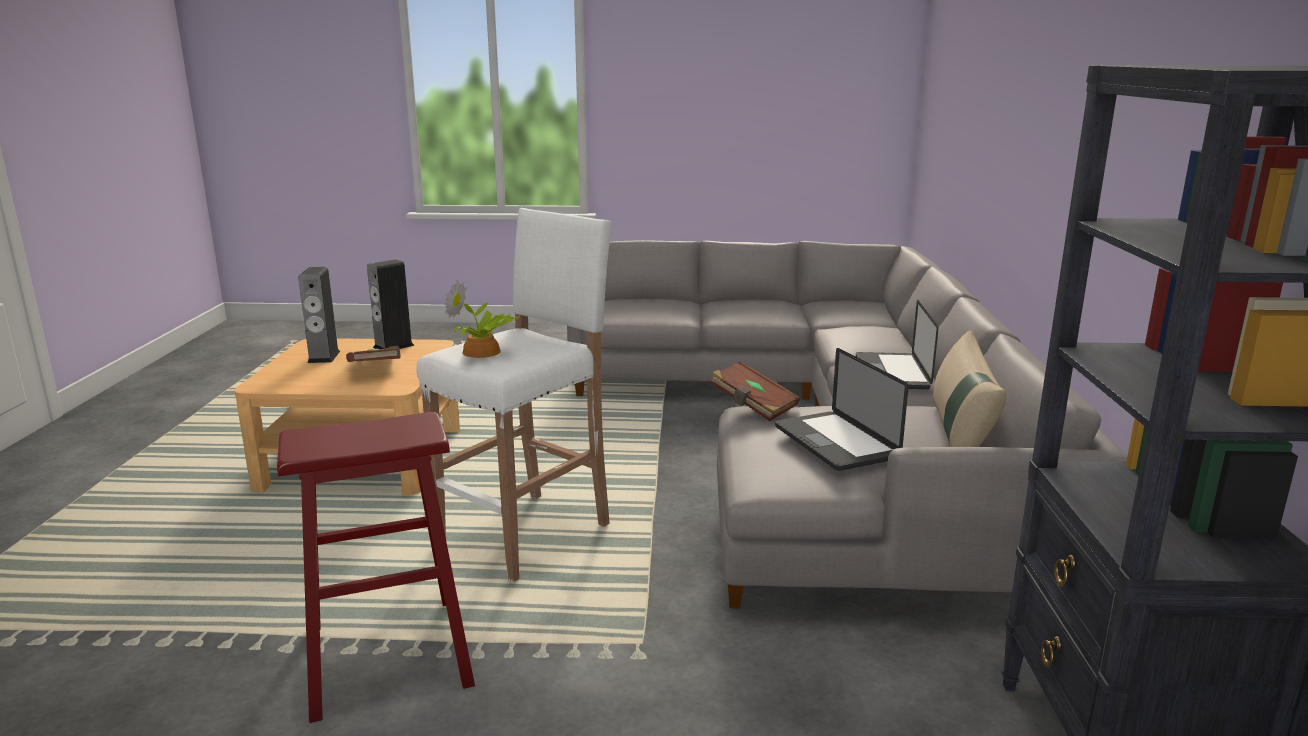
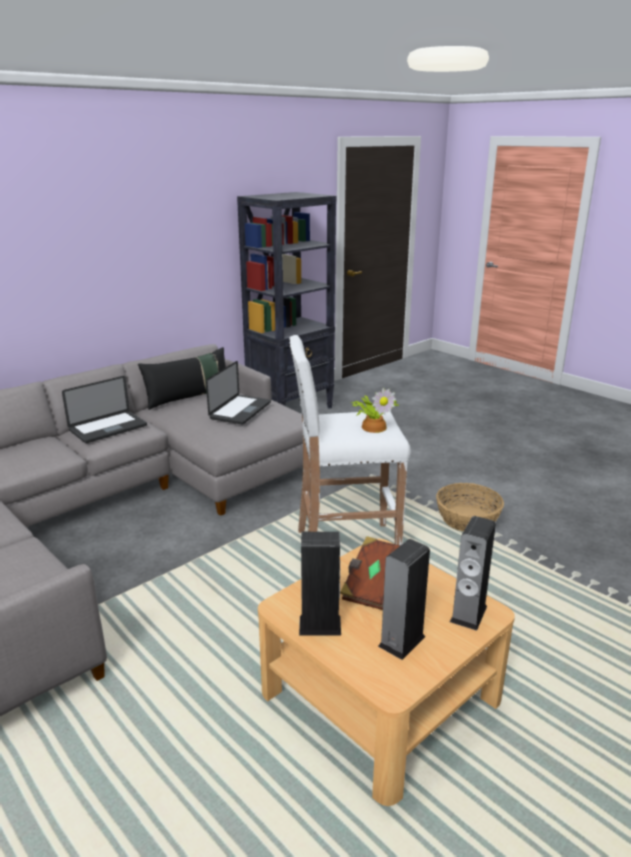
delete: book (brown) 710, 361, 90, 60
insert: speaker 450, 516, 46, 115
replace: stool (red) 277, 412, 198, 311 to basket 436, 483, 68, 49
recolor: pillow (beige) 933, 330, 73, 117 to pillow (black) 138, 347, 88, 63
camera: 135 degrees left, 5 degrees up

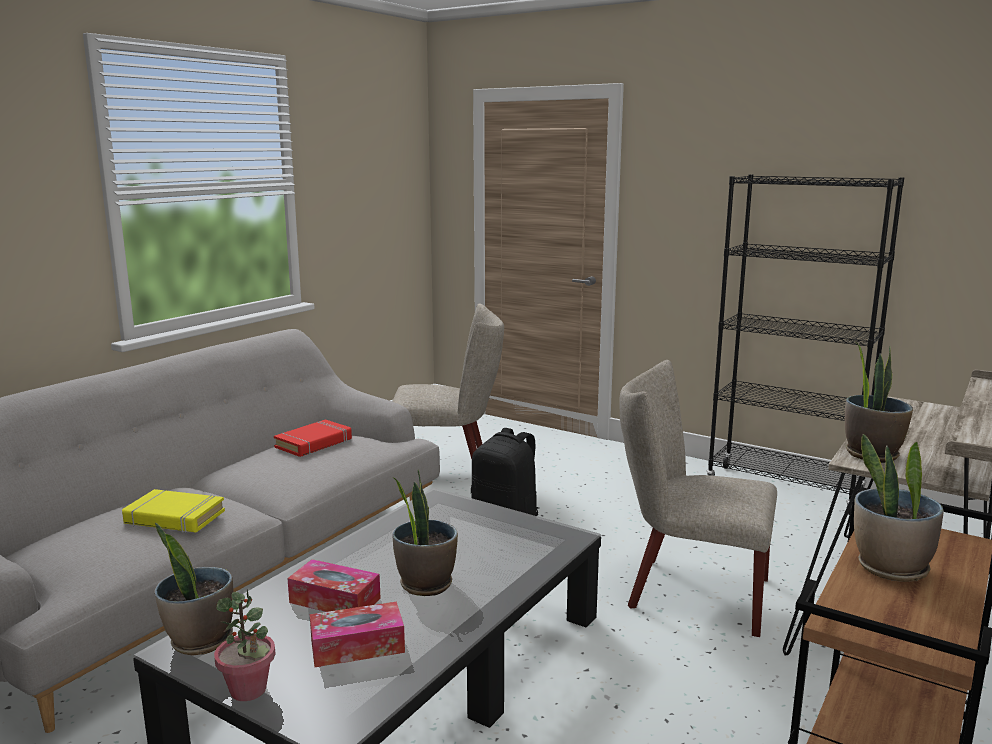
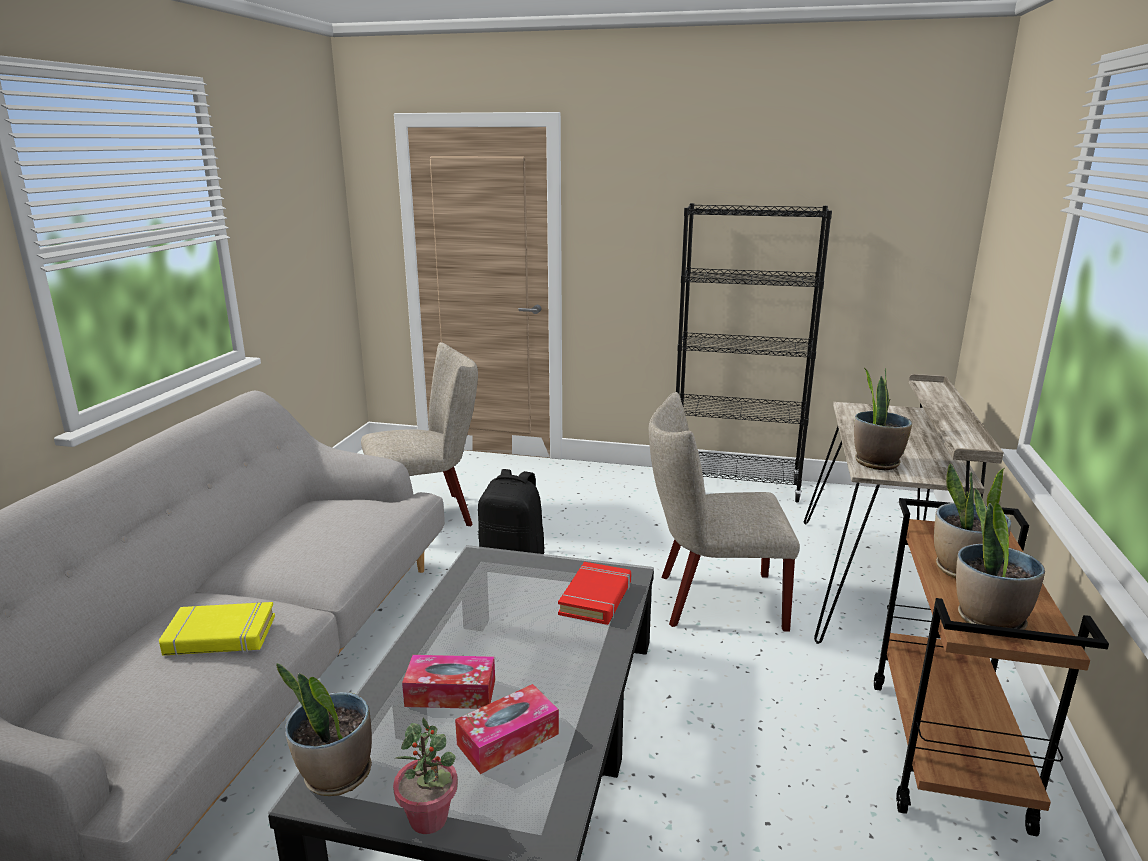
move: book (red) 274, 419, 78, 38 to 558, 562, 73, 63; potted plant 392, 469, 66, 127 to 956, 488, 89, 142
camera: 20 degrees left, 5 degrees up

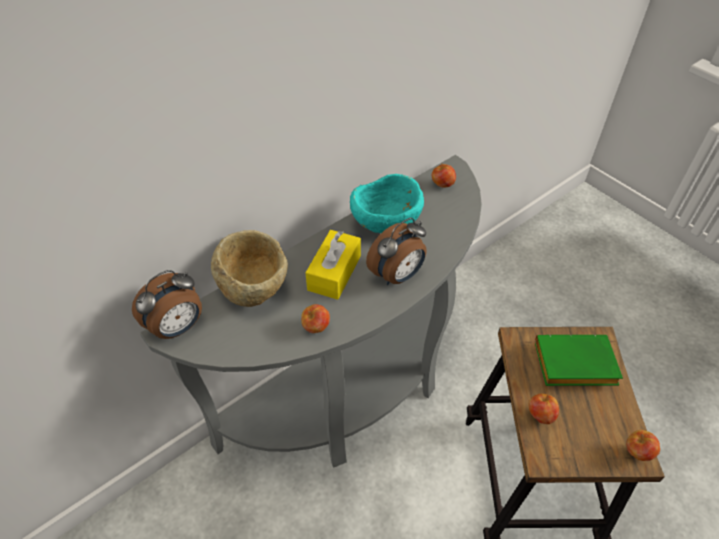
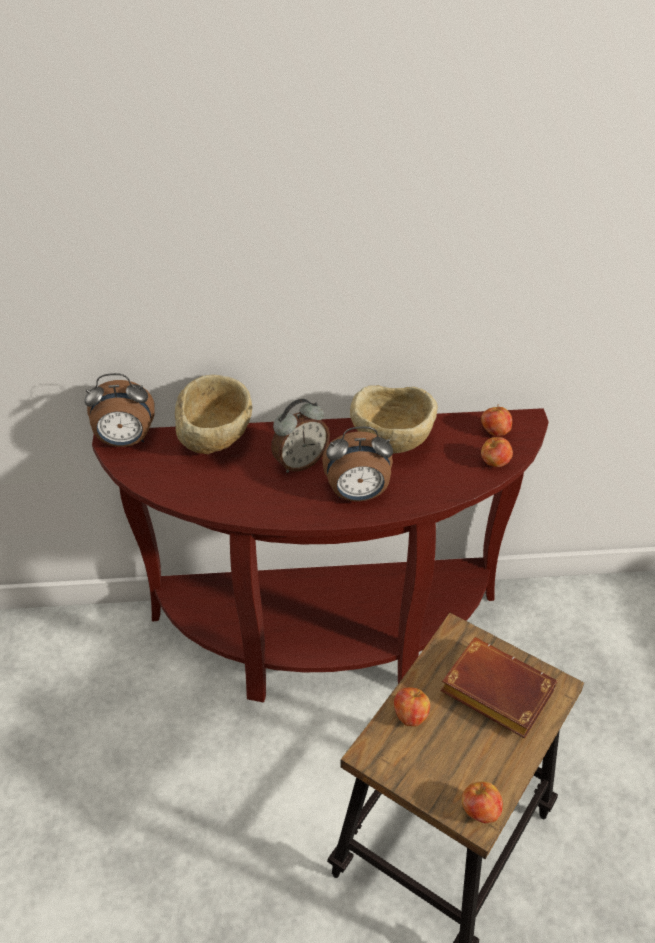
move: apple 301, 304, 29, 29 to 481, 437, 32, 30
replace: tissue box (yellow) 306, 230, 55, 70 to alarm clock 271, 399, 59, 74
recolor: console table (grey) 140, 155, 342, 313 to console table (brown) 92, 408, 457, 294; bowl (turquoise) 350, 174, 74, 59 to bowl (beige) 350, 385, 88, 68; book (green) 535, 334, 88, 52 to book (brown) 440, 637, 117, 101
camera: 35 degrees right, 5 degrees down

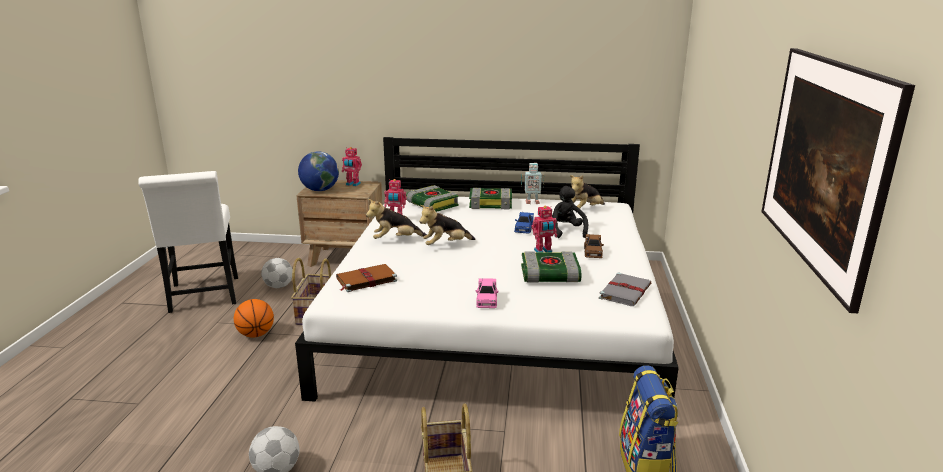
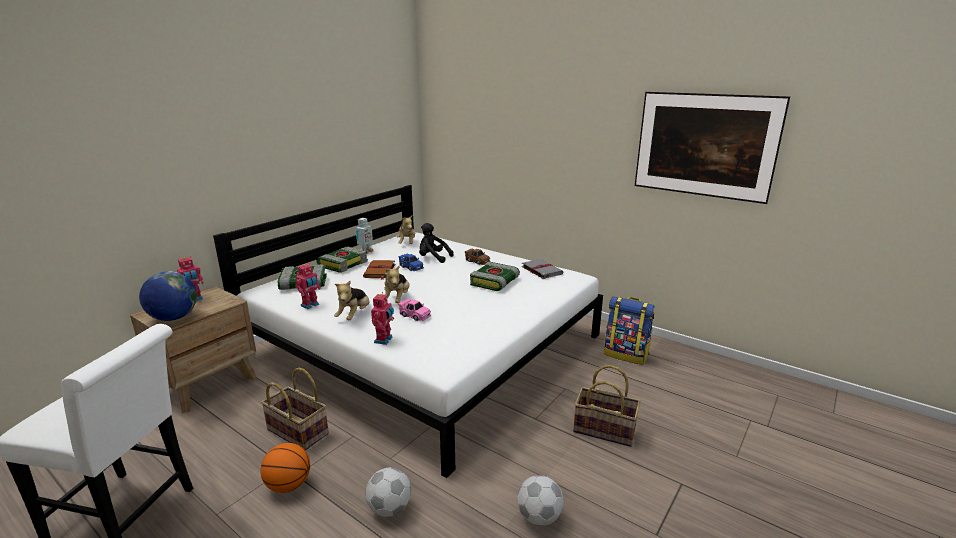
move: football 261, 258, 32, 30 to 365, 467, 46, 50; book (brown) 336, 264, 61, 28 to 363, 260, 32, 20; toy car (pink) 476, 278, 22, 30 to 398, 298, 33, 23; toy robot 532, 206, 25, 47 to 371, 292, 23, 53
camera: 60 degrees left, 0 degrees up

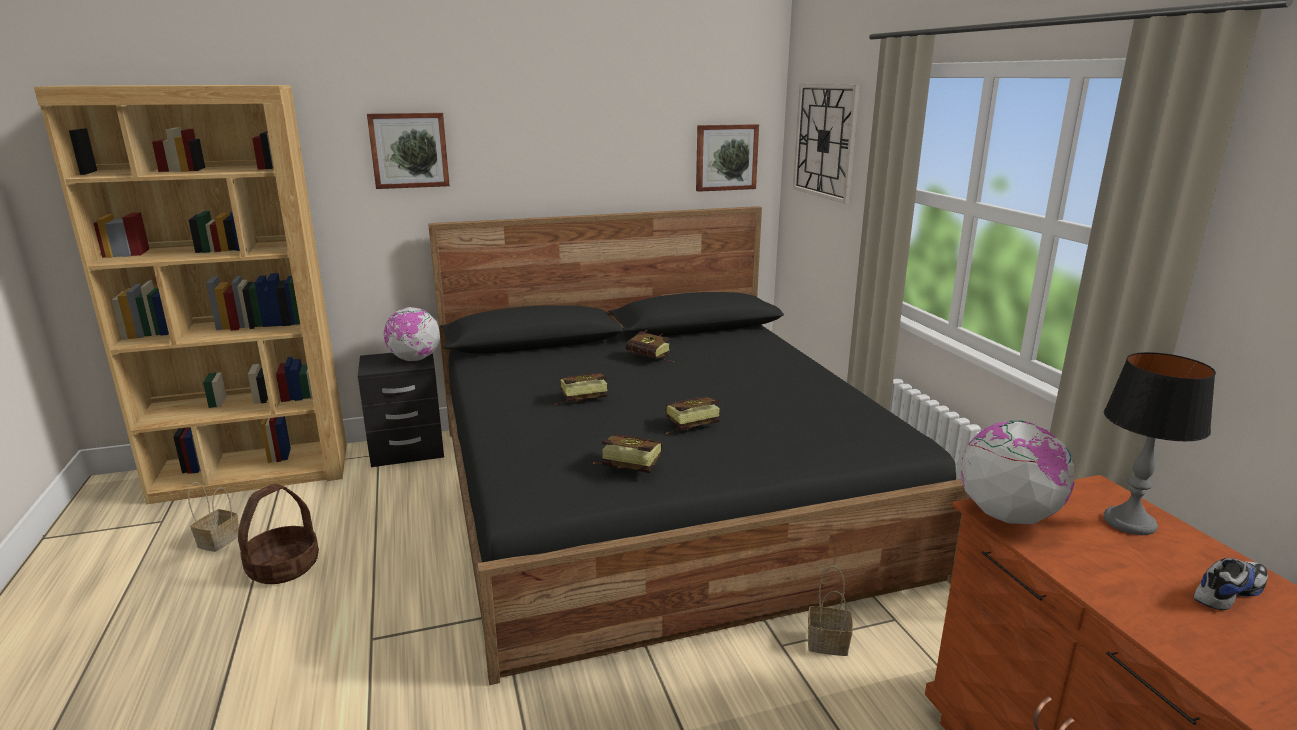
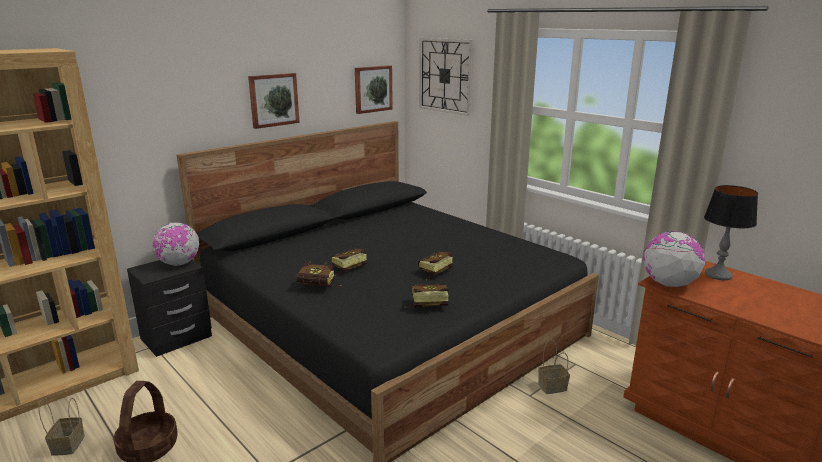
delete: shoe 1194, 558, 74, 52
move: picture 367, 113, 83, 76 to 248, 73, 52, 56; book 626, 330, 48, 32 to 296, 261, 45, 25
camera: 25 degrees left, 0 degrees up

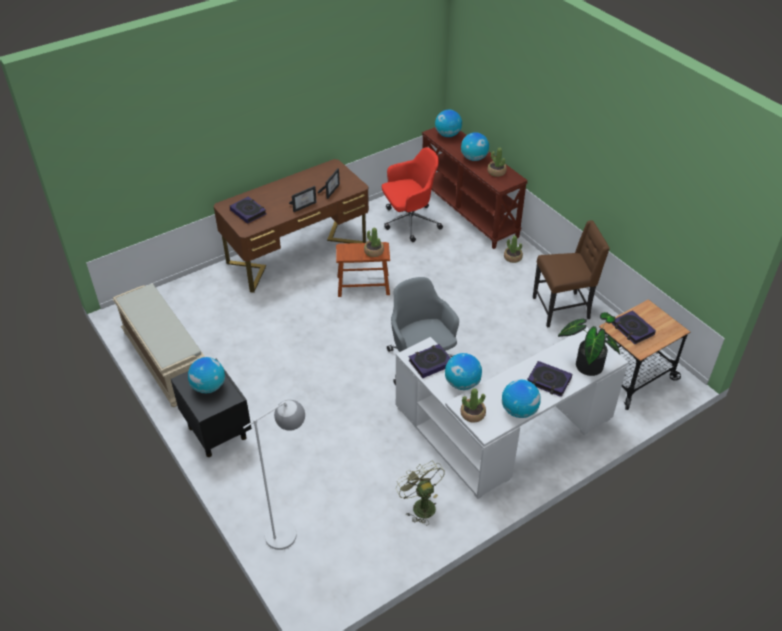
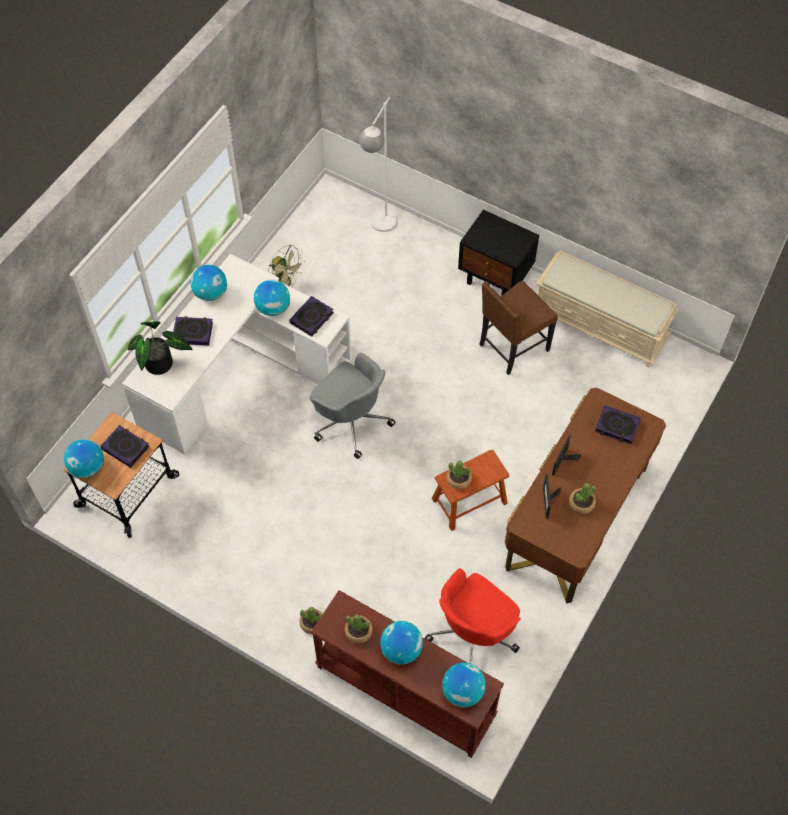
move: globe 188, 357, 37, 37 to 64, 439, 40, 39; potted plant 460, 388, 26, 35 to 569, 483, 27, 31; chair (brown) 533, 220, 77, 107 to 480, 280, 78, 95
camera: 155 degrees right, 15 degrees up

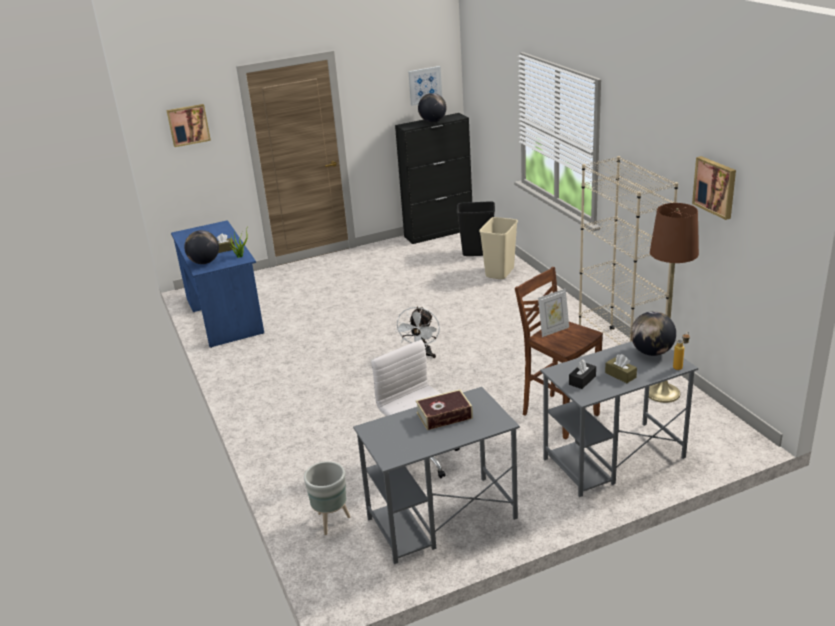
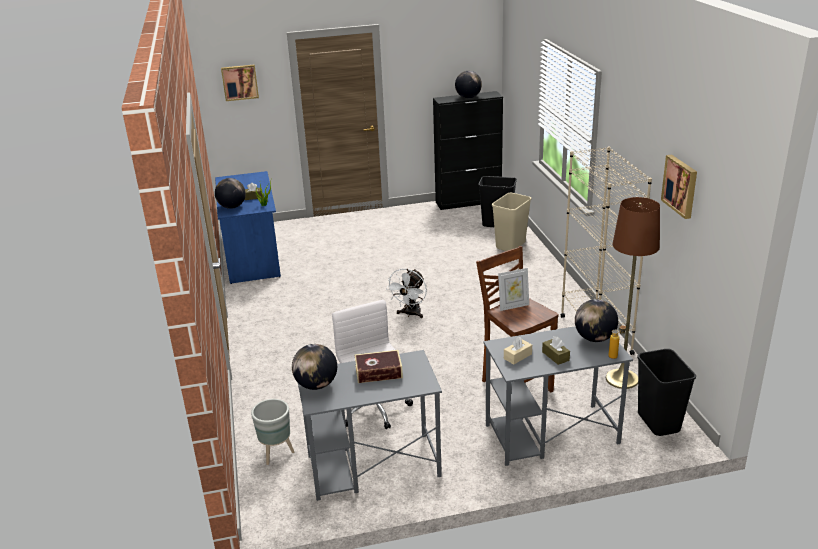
delete: picture 408, 66, 34, 40
insert: globe 292, 344, 45, 46; trash can (black) 637, 349, 59, 87
recolor: tissue box (black) 569, 359, 27, 30 to tissue box (beige) 504, 337, 28, 27
camera: 10 degrees right, 0 degrees up

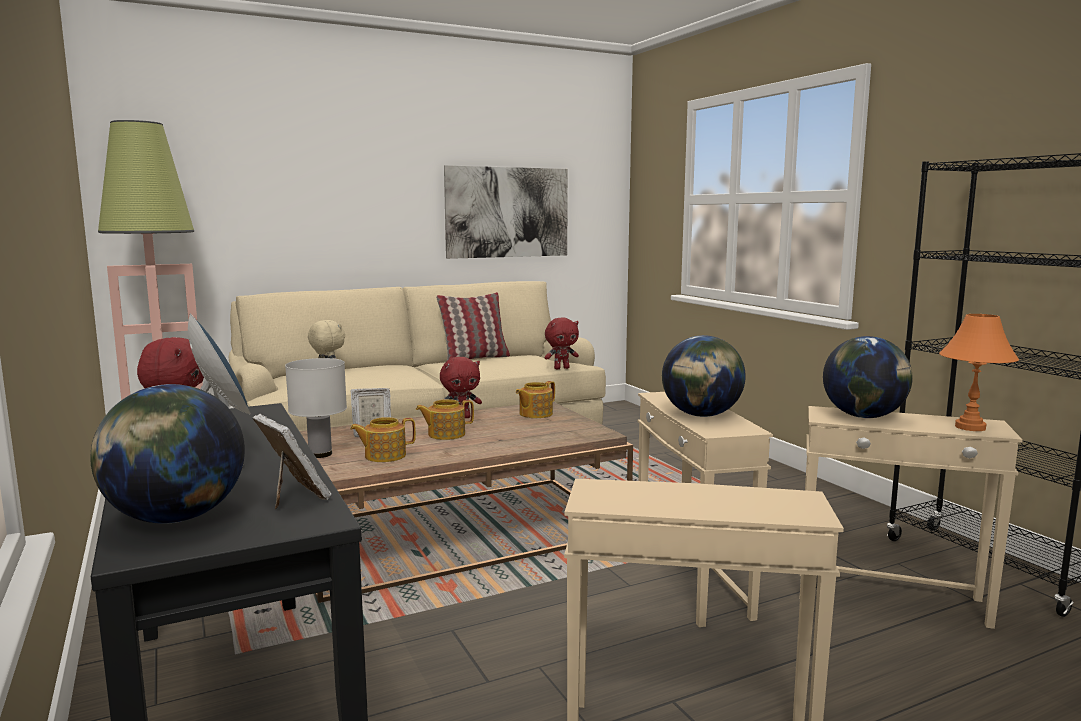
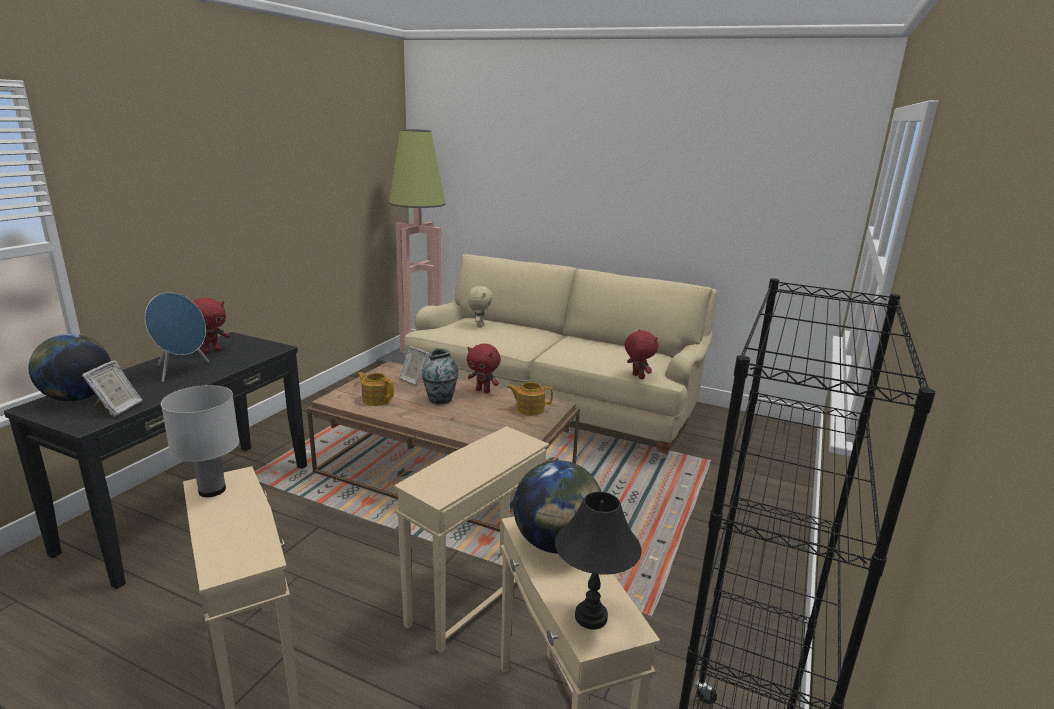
delete: pillow 436, 292, 74, 69; picture 444, 165, 124, 94; globe 662, 335, 84, 82
move: table lamp (white) 285, 358, 62, 100 to 161, 385, 78, 112
replace: teapot 416, 399, 58, 41 to vase 422, 348, 37, 57
recolor: table lamp (orange) 939, 314, 80, 117 to table lamp (black) 555, 492, 86, 137
rotate: plush toy (red) 544, 318, 35, 51 = 624, 329, 34, 50 150 degrees counterclockwise
camera: 50 degrees right, 10 degrees up

